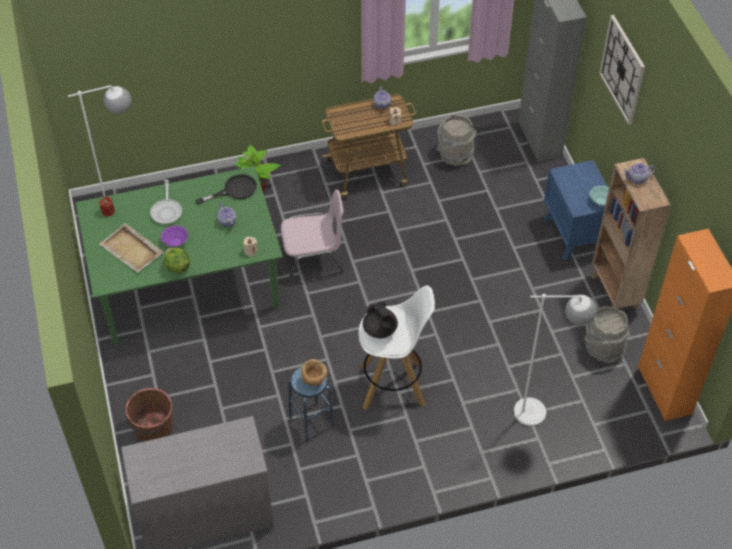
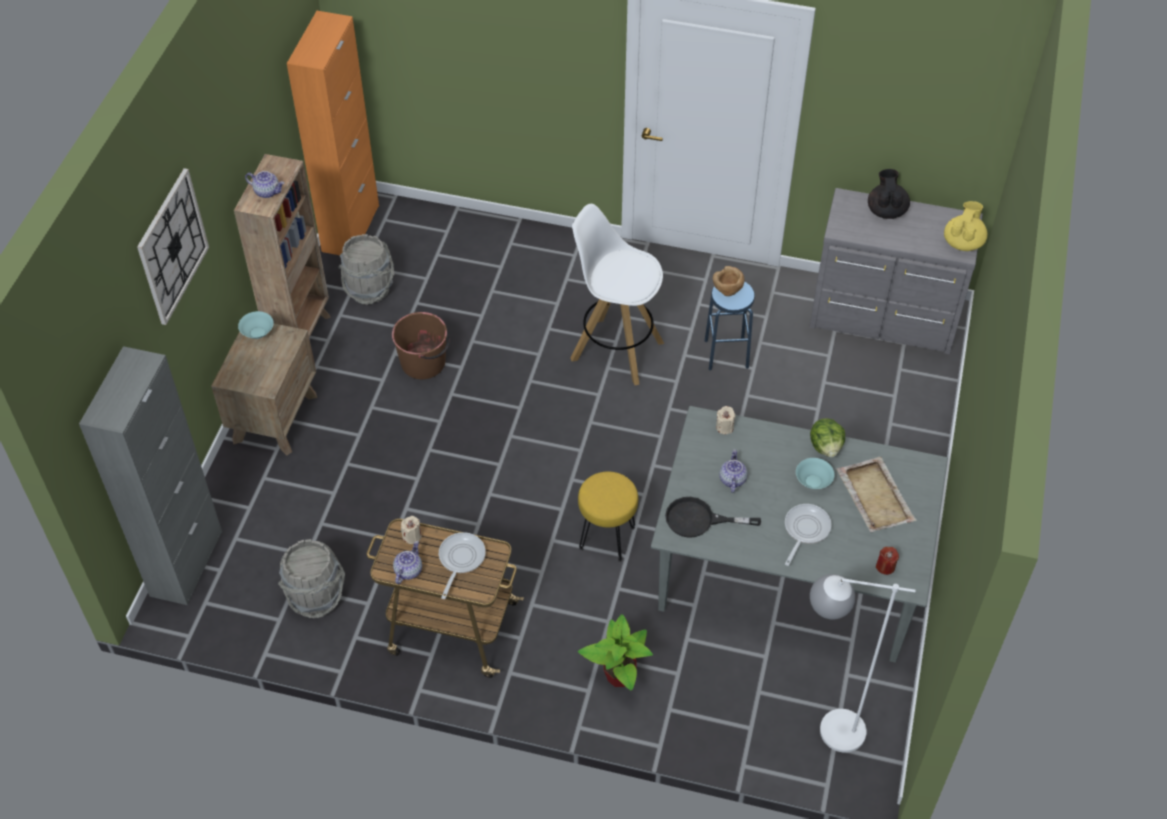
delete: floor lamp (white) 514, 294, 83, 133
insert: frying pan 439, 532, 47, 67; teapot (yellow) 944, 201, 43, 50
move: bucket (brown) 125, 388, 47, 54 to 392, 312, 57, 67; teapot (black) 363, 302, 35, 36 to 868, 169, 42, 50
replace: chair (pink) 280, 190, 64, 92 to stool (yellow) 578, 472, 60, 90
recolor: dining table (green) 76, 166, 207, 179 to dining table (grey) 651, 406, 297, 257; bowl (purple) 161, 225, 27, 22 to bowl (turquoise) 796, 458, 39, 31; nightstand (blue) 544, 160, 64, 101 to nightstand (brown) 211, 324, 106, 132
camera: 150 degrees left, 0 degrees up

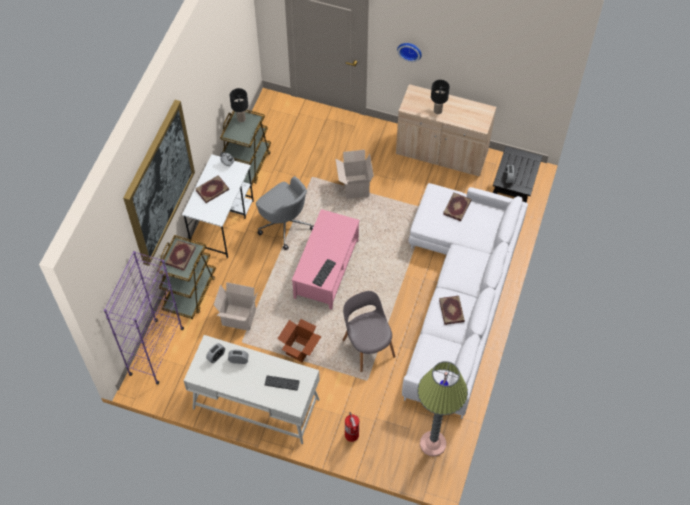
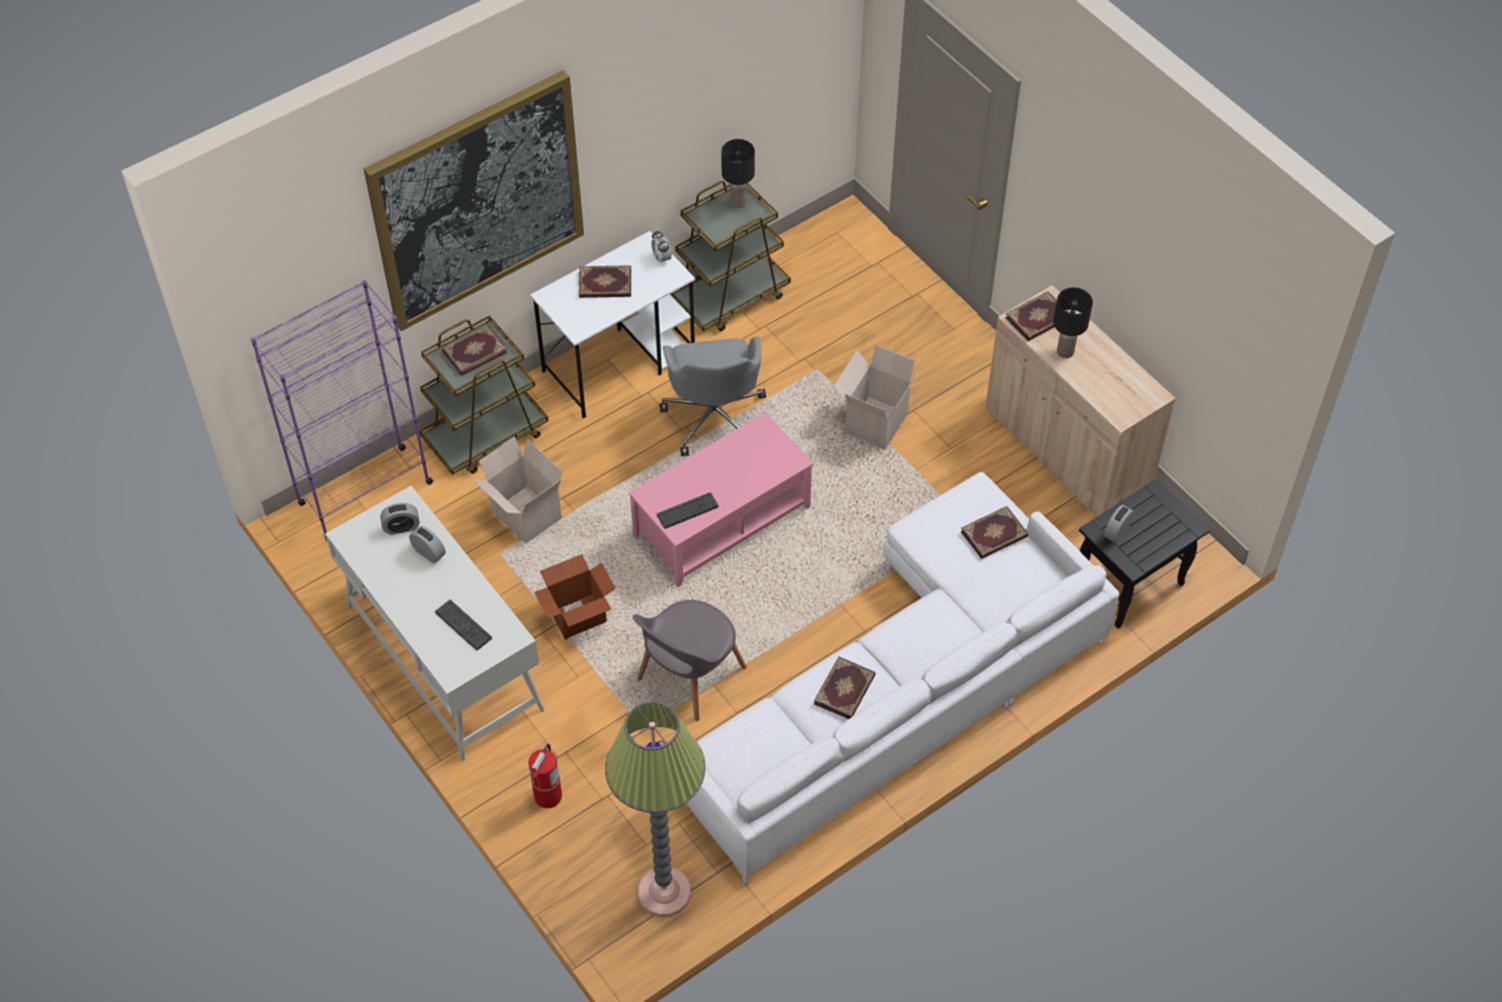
delete: wall clock 397, 43, 25, 19
insert: book 1005, 291, 64, 50
rotate: chair (grey) 343, 291, 53, 81 = 633, 600, 114, 121 150 degrees counterclockwise
camera: 35 degrees right, 5 degrees down

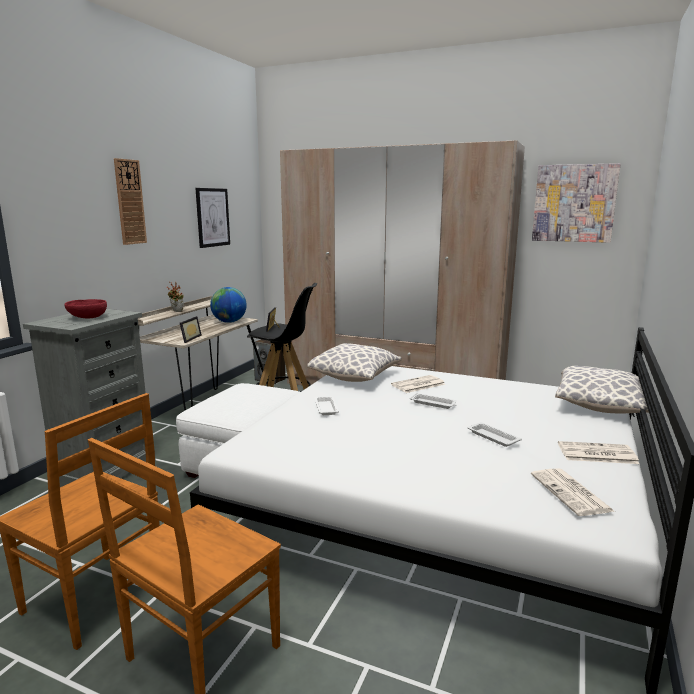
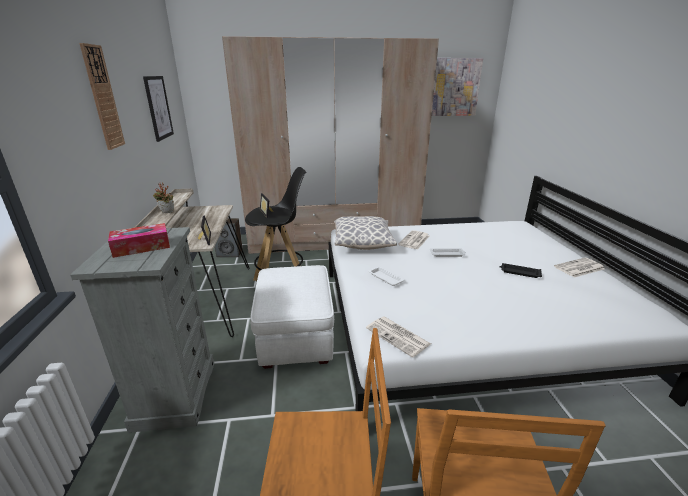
delete: globe 210, 287, 37, 36; pillow 555, 366, 94, 47
move: newspaper 531, 468, 84, 48 to 366, 316, 65, 42
replace: bowl (red) 64, 299, 43, 19 to tissue box 108, 223, 62, 35
recolor: tray (white) 468, 423, 54, 24 to tray (black) 500, 263, 42, 15
camera: 30 degrees left, 10 degrees up

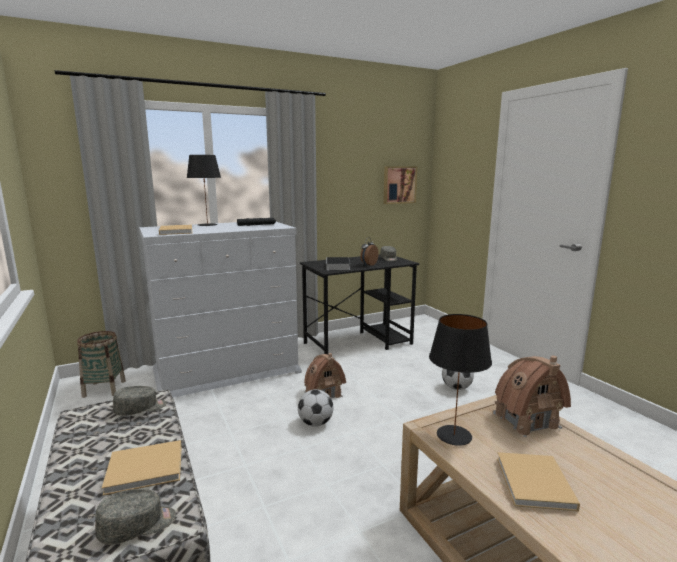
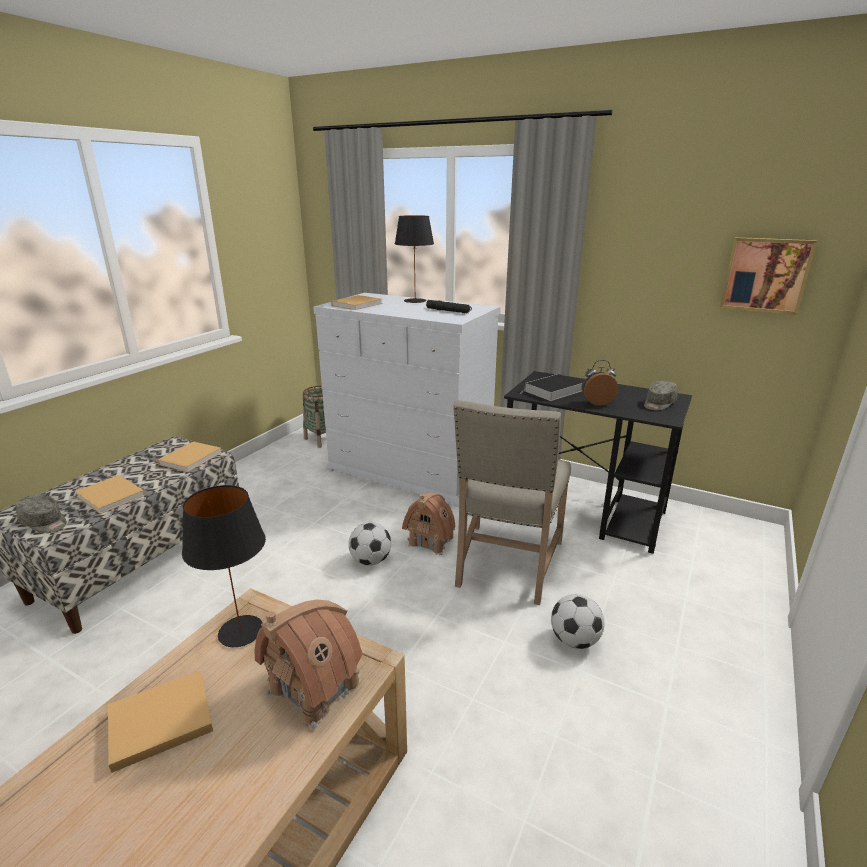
insert: chair (beige) 453, 400, 118, 205
replace: cap (grey) 113, 386, 53, 30 to book (beige) 157, 442, 65, 30
camera: 55 degrees right, 10 degrees up

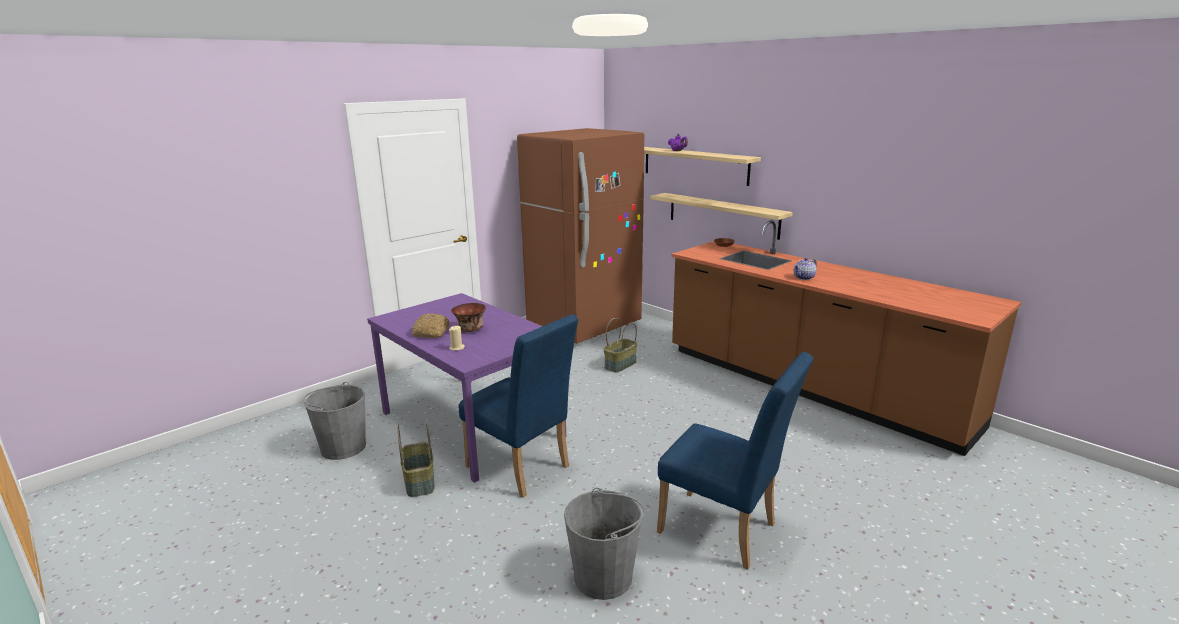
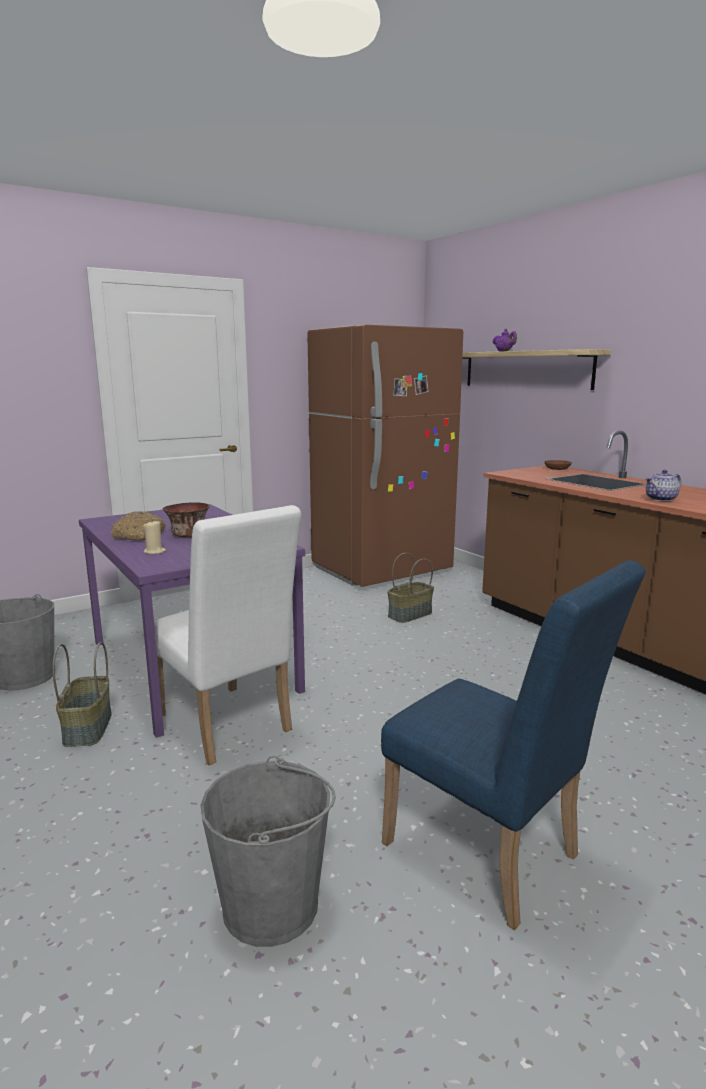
delete: shelf 650, 193, 143, 47
recolor: chair (blue) 459, 314, 119, 184 to chair (white) 154, 505, 148, 260
camera: 10 degrees right, 5 degrees down

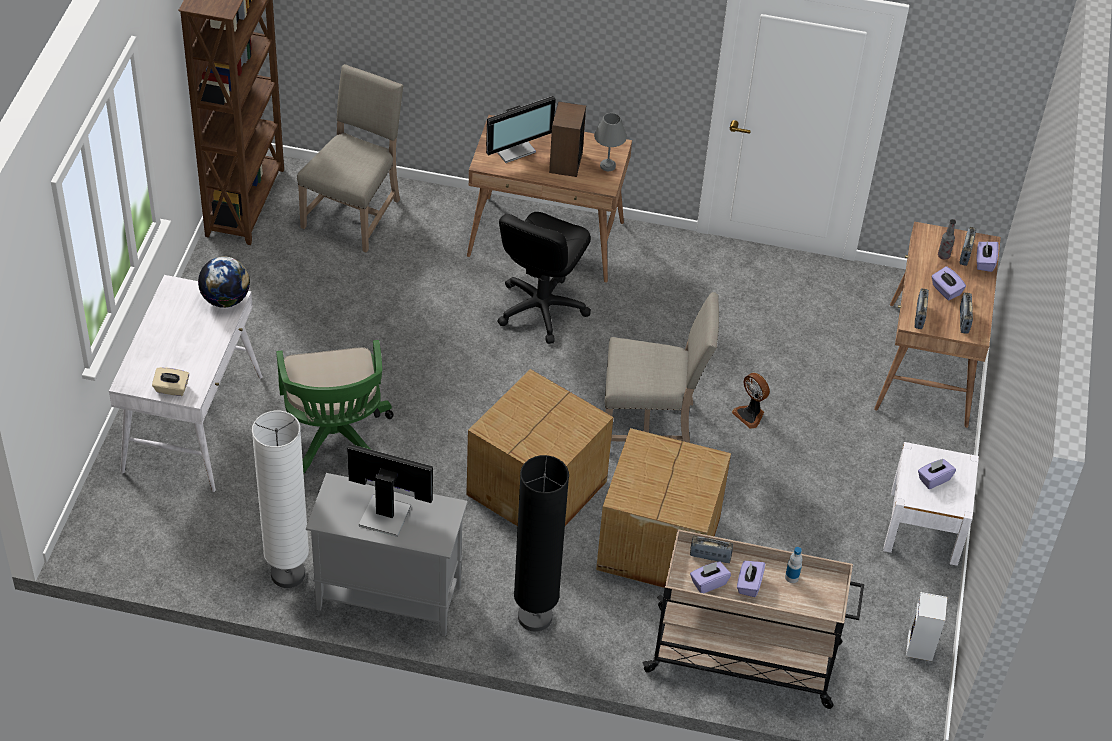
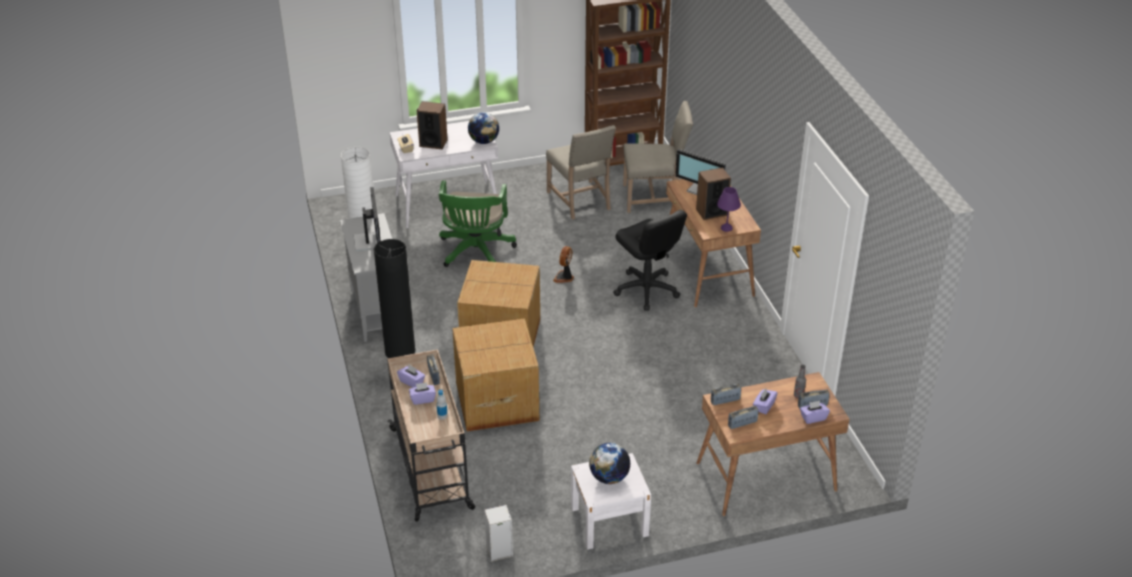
insert: speaker 417, 101, 31, 49
move: chair (beige) 605, 292, 114, 151 to 546, 125, 70, 95; fan 732, 373, 38, 56 to 553, 246, 21, 37
replace: tissue box (purple) 918, 459, 38, 30 to globe 589, 443, 42, 41
recolor: table lamp (grey) 594, 113, 33, 58 to table lamp (purple) 717, 187, 24, 45
rotate: office chair (green) 276, 340, 118, 134 = 439, 180, 78, 87 45 degrees counterclockwise; office chair (black) 497, 212, 94, 132 = 613, 210, 74, 101 120 degrees counterclockwise
camera: 65 degrees right, 10 degrees down

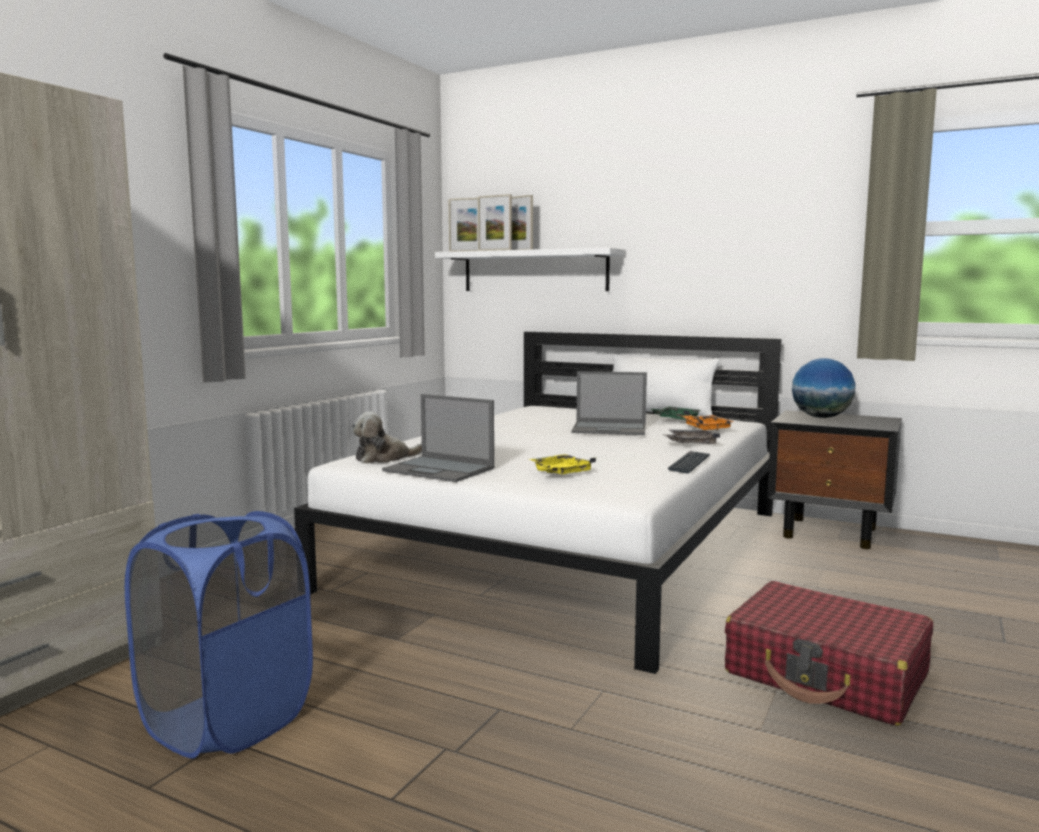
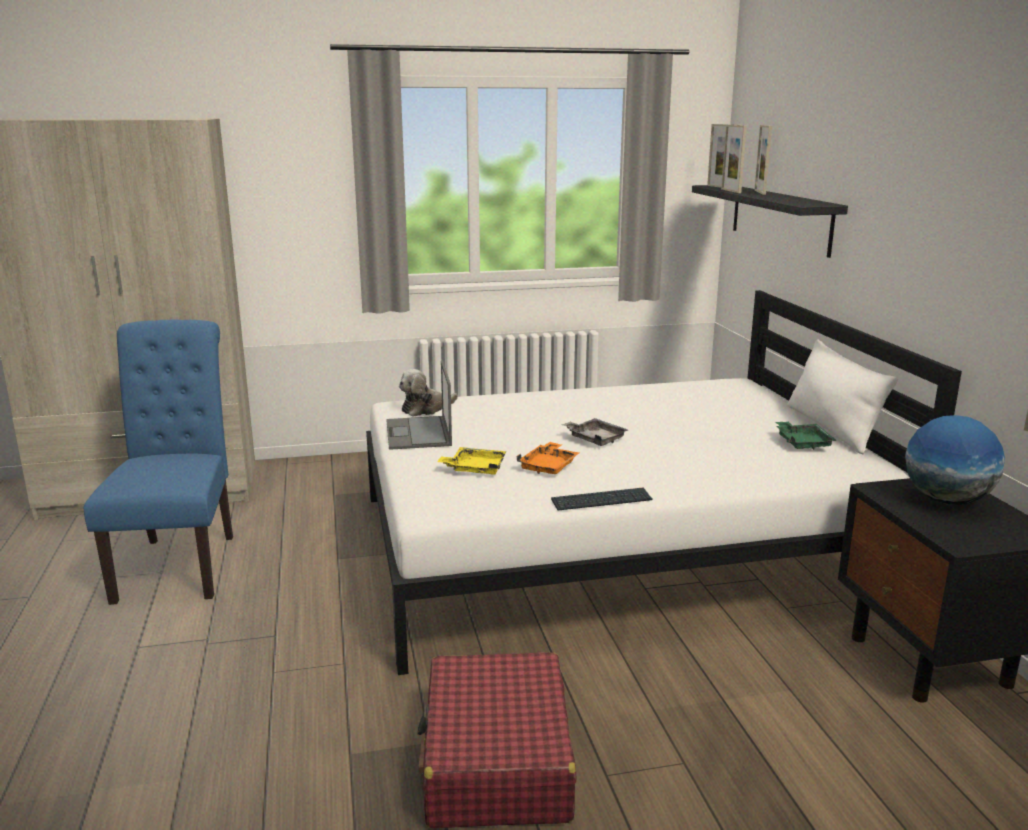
delete: laptop 571, 371, 76, 64
move: tray (grey) 663, 430, 57, 14 to 561, 418, 67, 28; tray (orange) 683, 415, 51, 16 to 516, 442, 63, 32
replace: laundry basket (blue) 125, 511, 188, 248 to chair (blue) 84, 320, 149, 285
recolor: shelf (white) 435, 247, 189, 44 to shelf (black) 692, 185, 156, 73
rotate: plush toy 351, 412, 71, 52 = 399, 369, 59, 48 60 degrees counterclockwise
camera: 50 degrees right, 10 degrees up

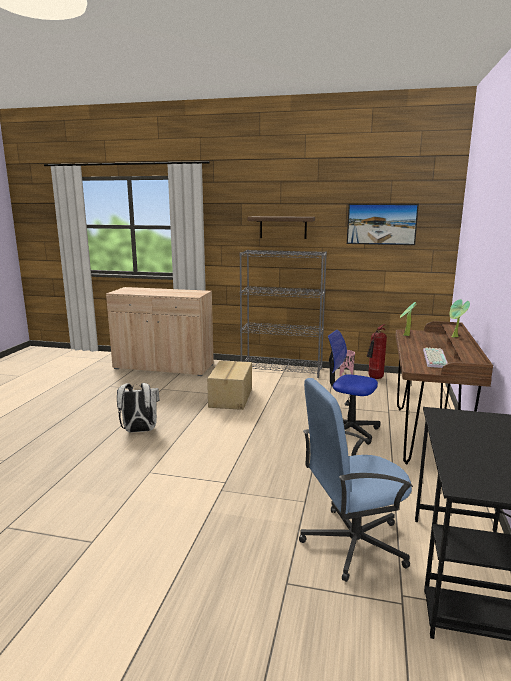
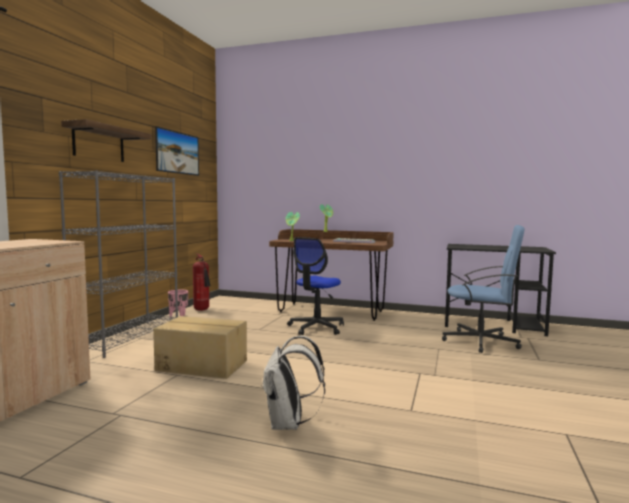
rotate: office chair (blue) 299, 378, 114, 204 = 442, 225, 83, 128 60 degrees counterclockwise
camera: 85 degrees left, 10 degrees down

